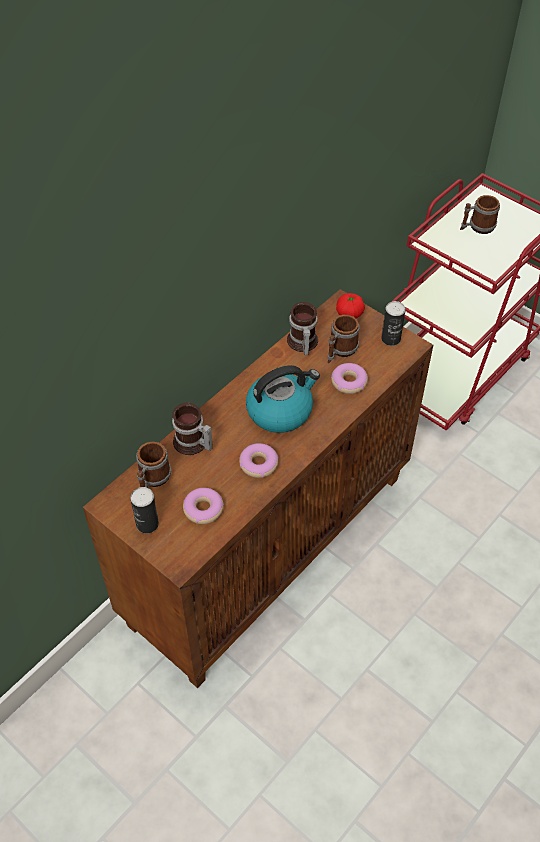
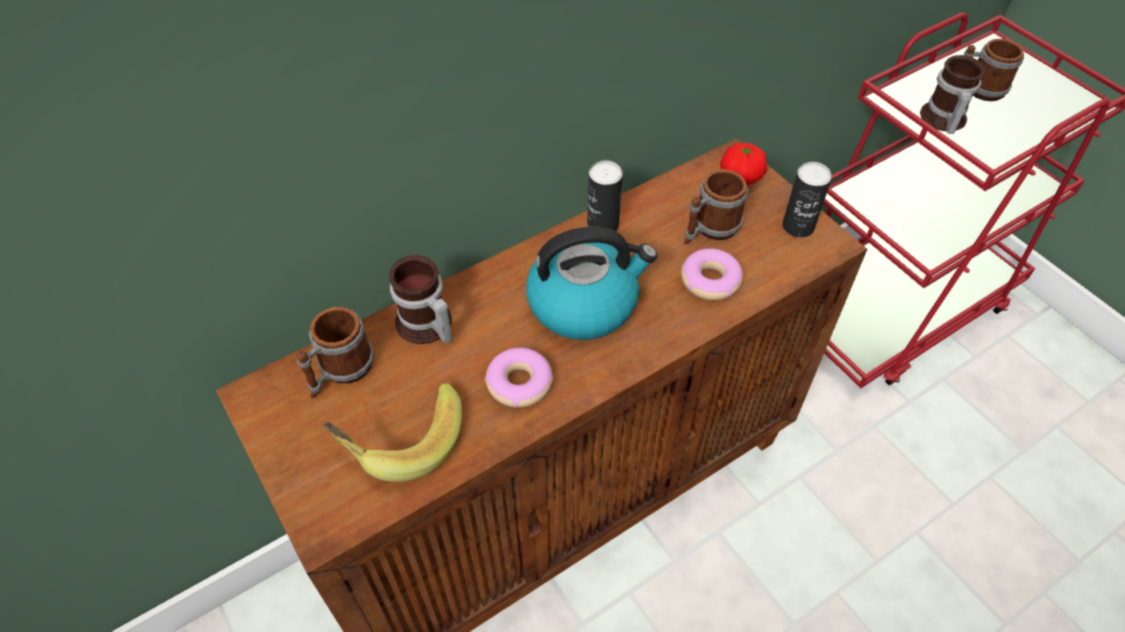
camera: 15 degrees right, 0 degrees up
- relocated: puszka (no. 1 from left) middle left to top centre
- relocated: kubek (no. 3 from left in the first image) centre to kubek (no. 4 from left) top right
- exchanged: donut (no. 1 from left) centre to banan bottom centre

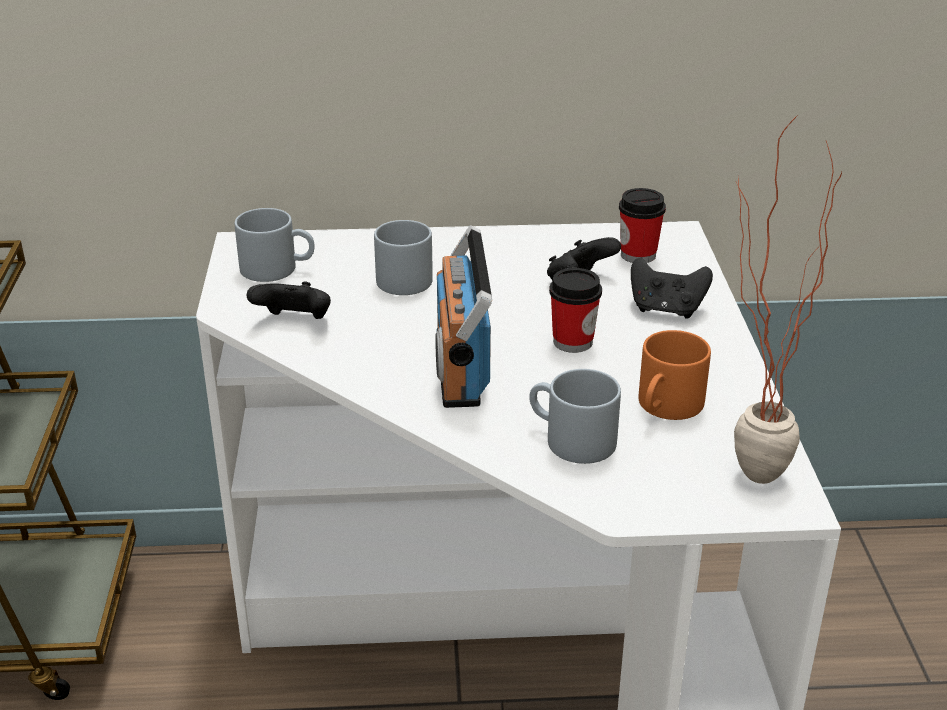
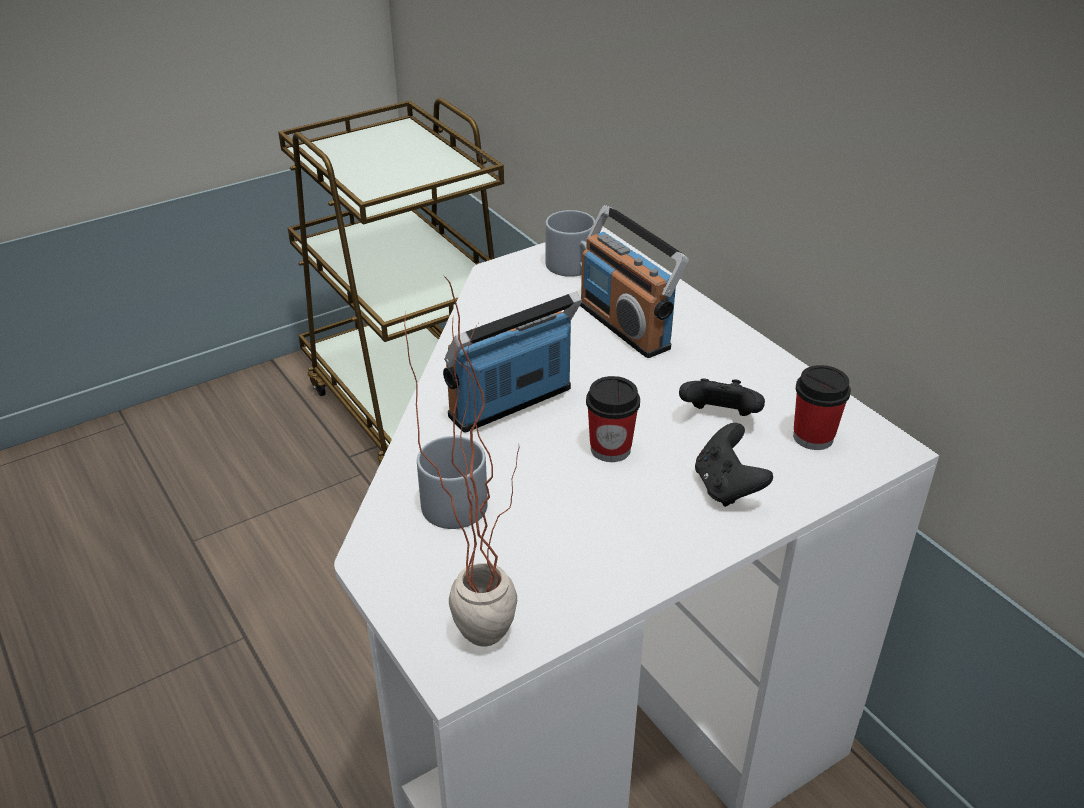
camera: 60 degrees right, 5 degrees up
- missing: pad do gier (czarny) (no. 1 from left) middle left
- missing: kubek (pomarańczowy) middle right
- exchanged: kubek (szary) (no. 2 from left) centre to radio (no. 2 from left) centre

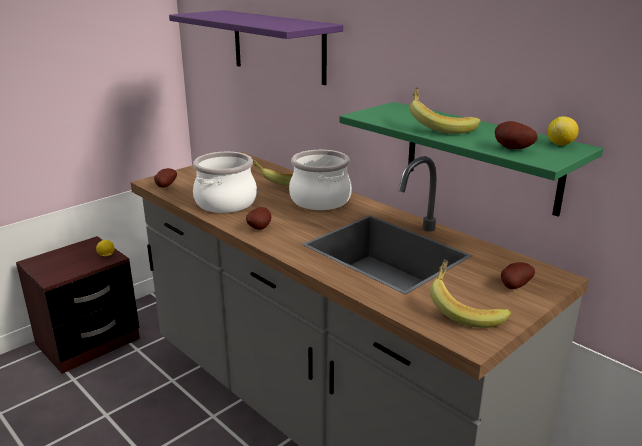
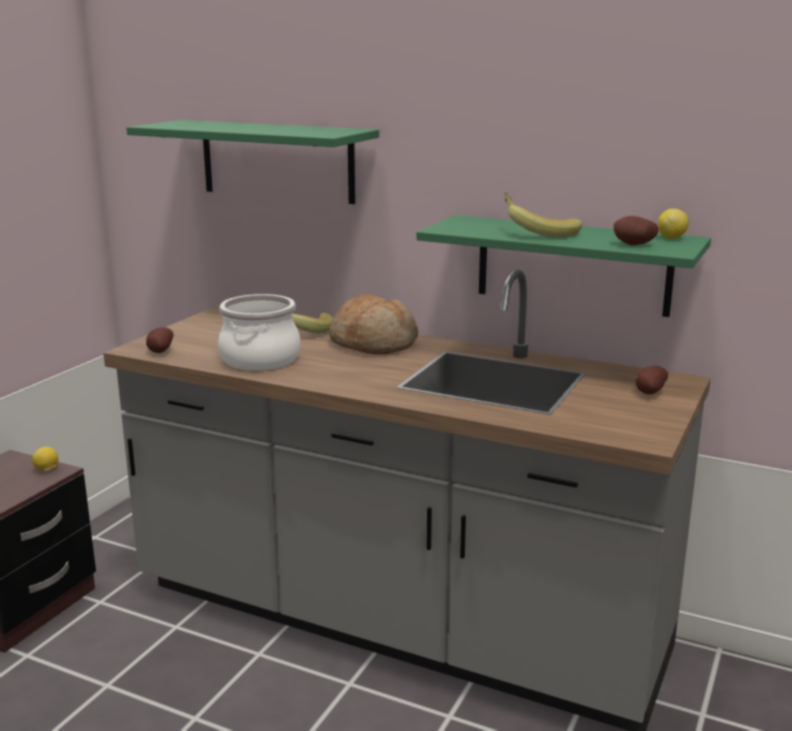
camera: 20 degrees left, 5 degrees down
- missing: ziemniak (no. 2 from left) centre
- missing: banan (no. 3 from left) middle right
- exchanged: garnek (no. 2 from left) centre to chleb centre
- colour: półka (fioletowy) top centre to półka (zielony) (no. 1 from left) top left

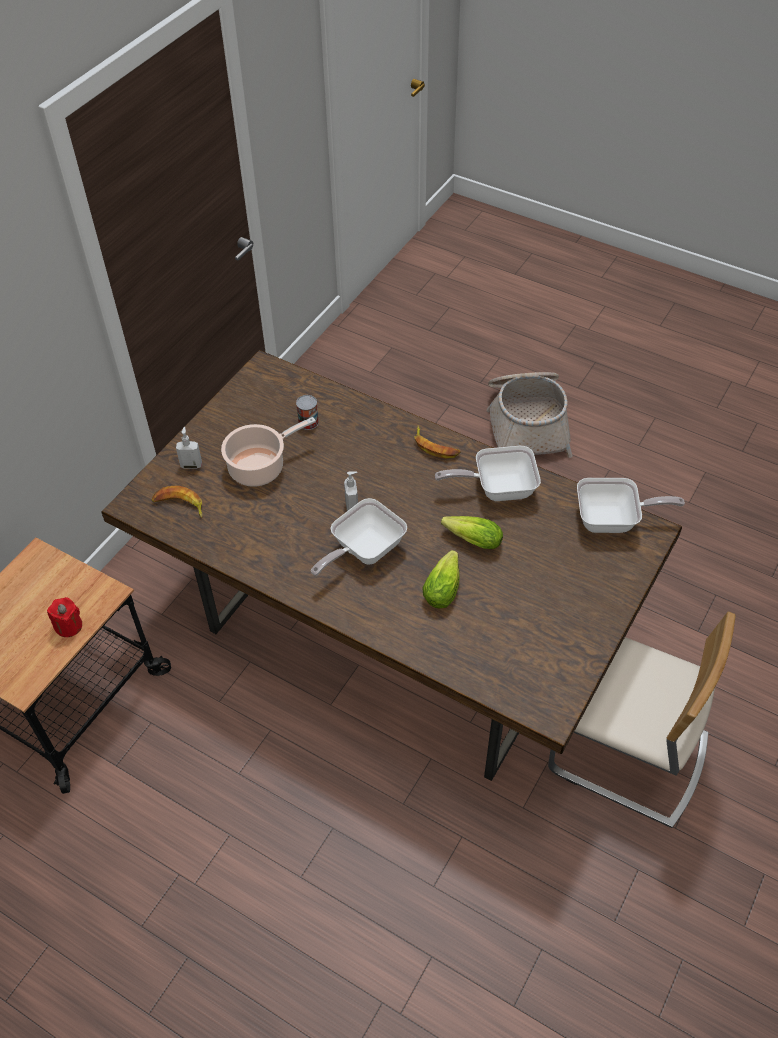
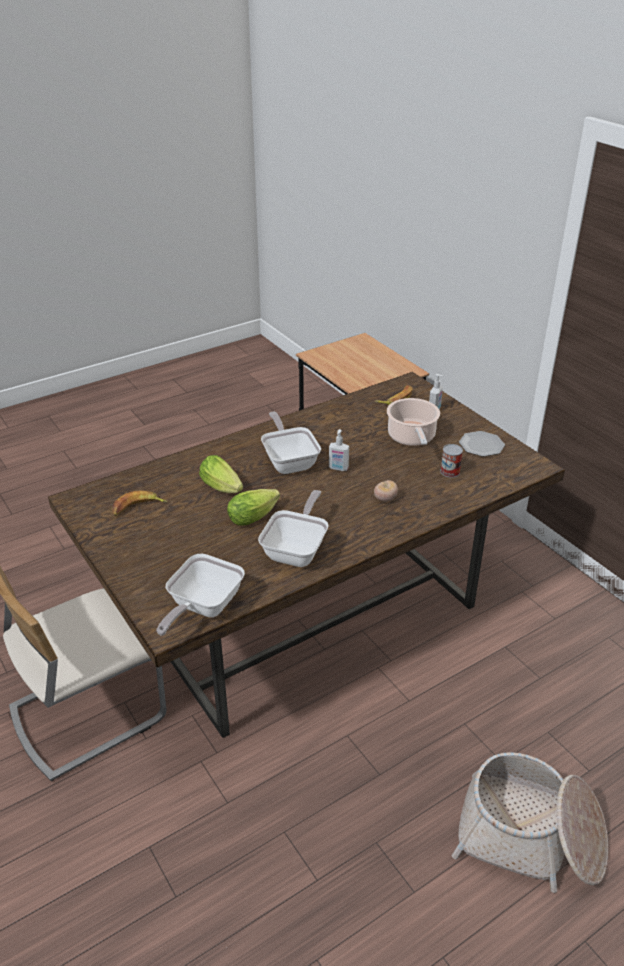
camera: 115 degrees right, 15 degrees down
- missing: świeca (czerwony) middle left
- appeared: pomidor centre
- appeared: talerz middle right
- relocated: banan (no. 2 from left in the first image) centre to banan (no. 1 from left) middle left

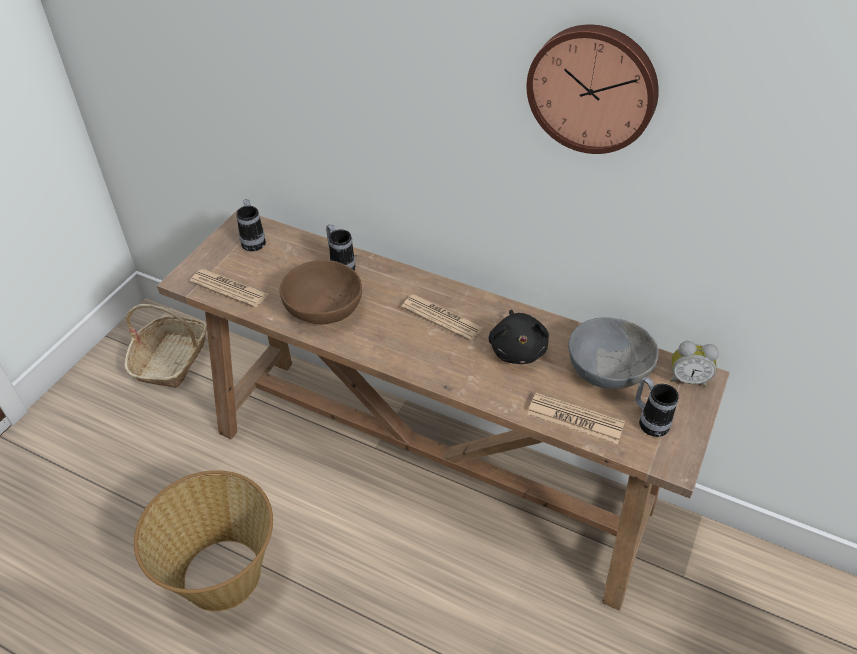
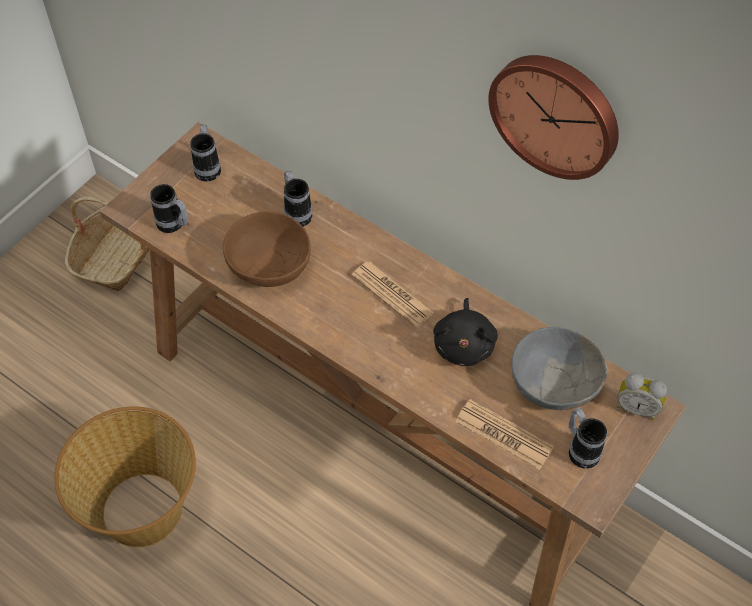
camera: 10 degrees right, 10 degrees up
- exchanged: gazeta (no. 1 from left) middle left to kubek (no. 1 from left) middle left

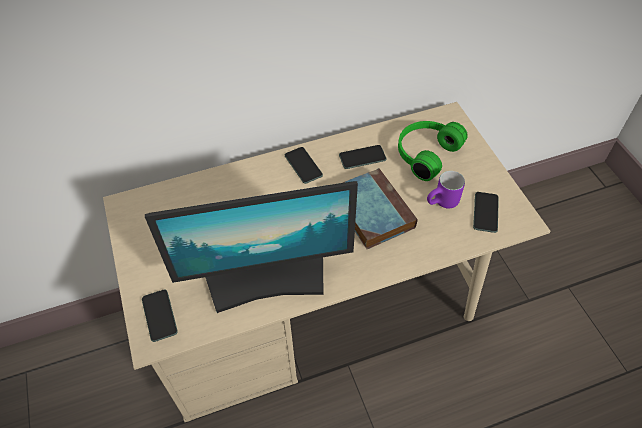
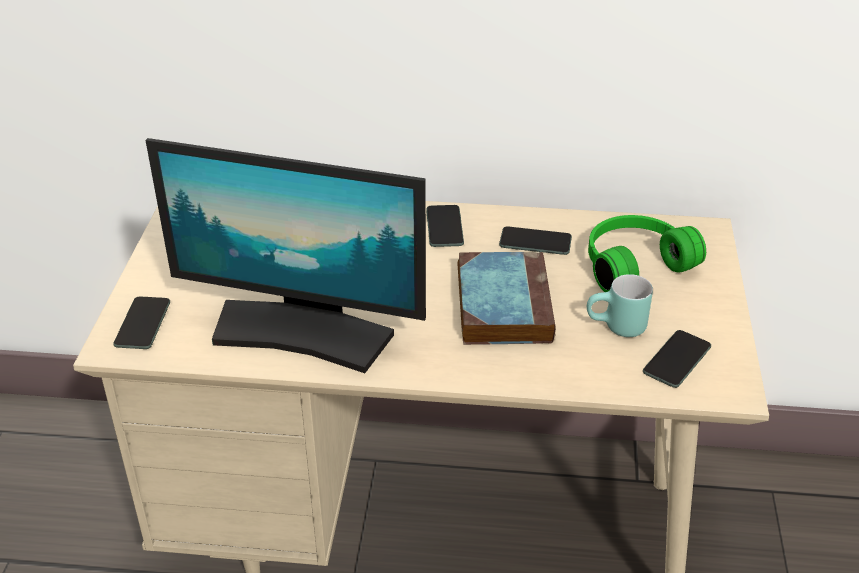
camera: 25 degrees right, 15 degrees down
- colour: kubek (fioletowy) middle right to kubek (turkusowy) middle right

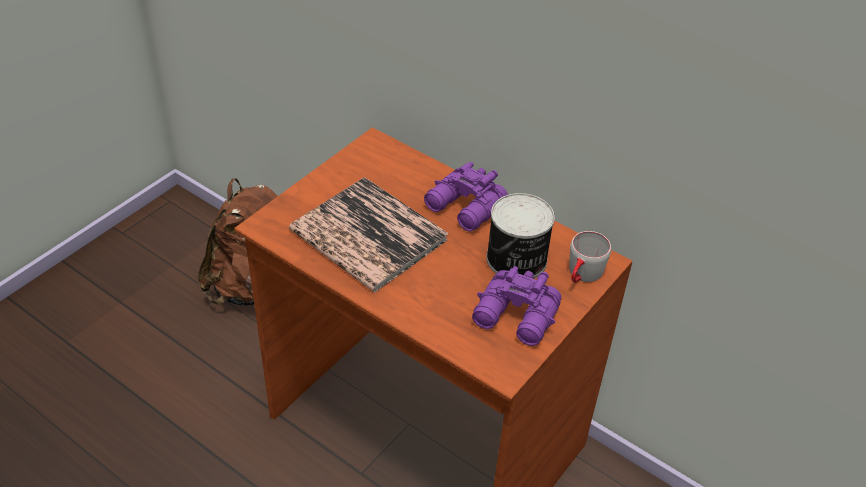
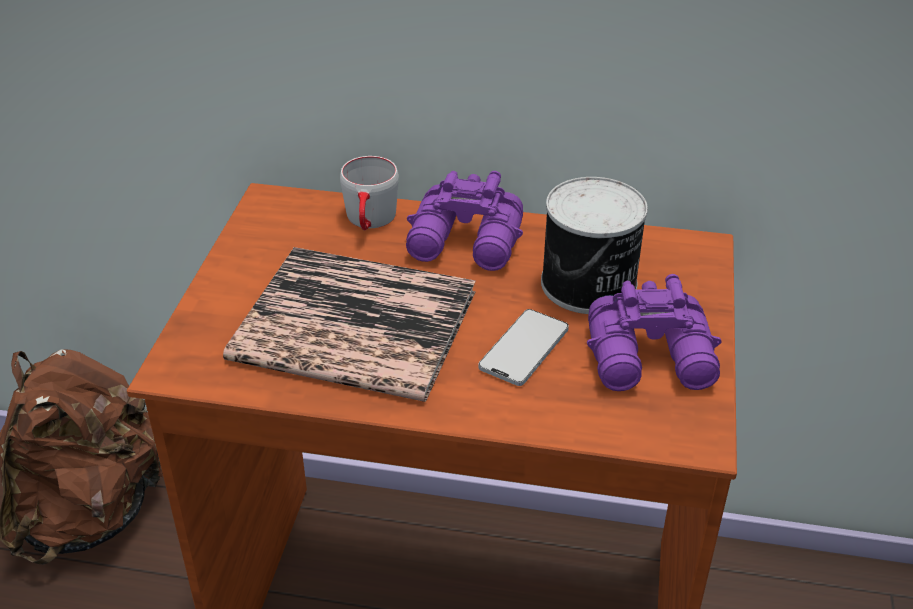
camera: 25 degrees left, 5 degrees down
- appeared: telefon centre
- relocated: kubek (szary) middle right to top centre

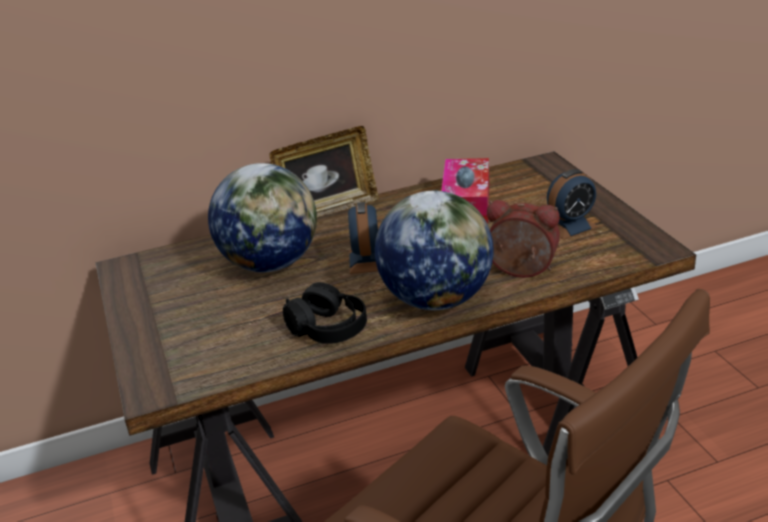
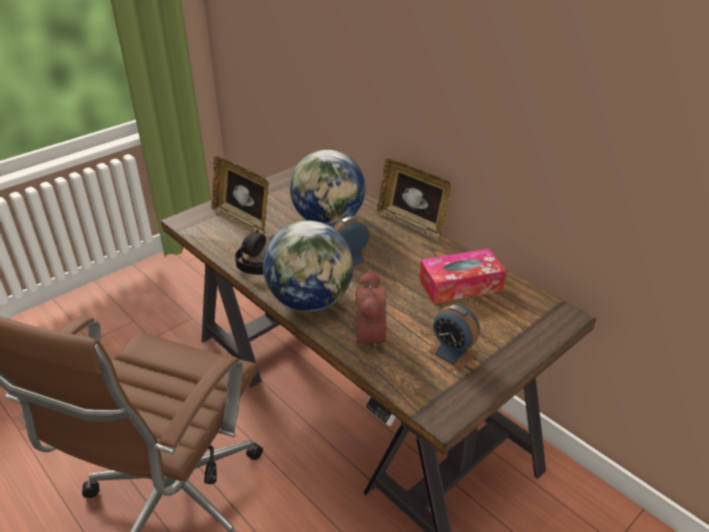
camera: 65 degrees right, 5 degrees up
- appeared: ramka na zdjęcie (no. 1 from left) centre

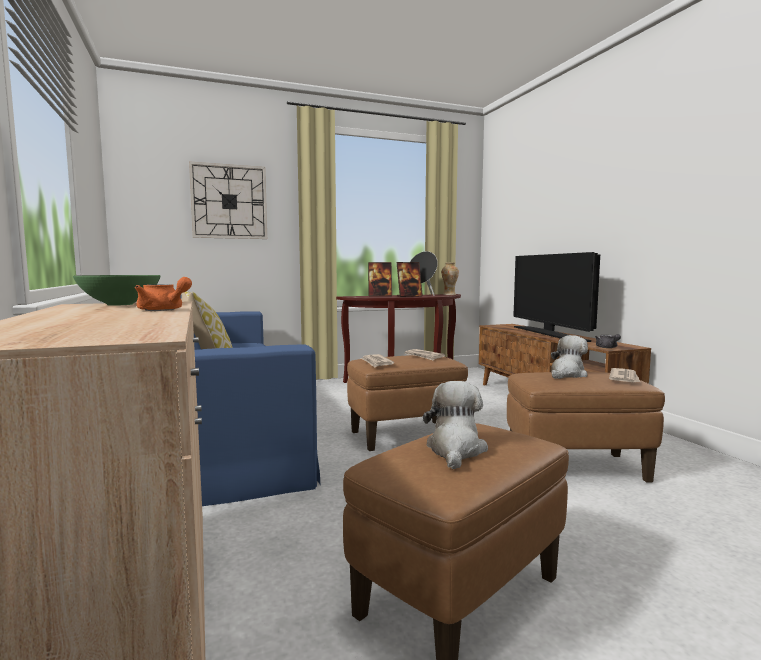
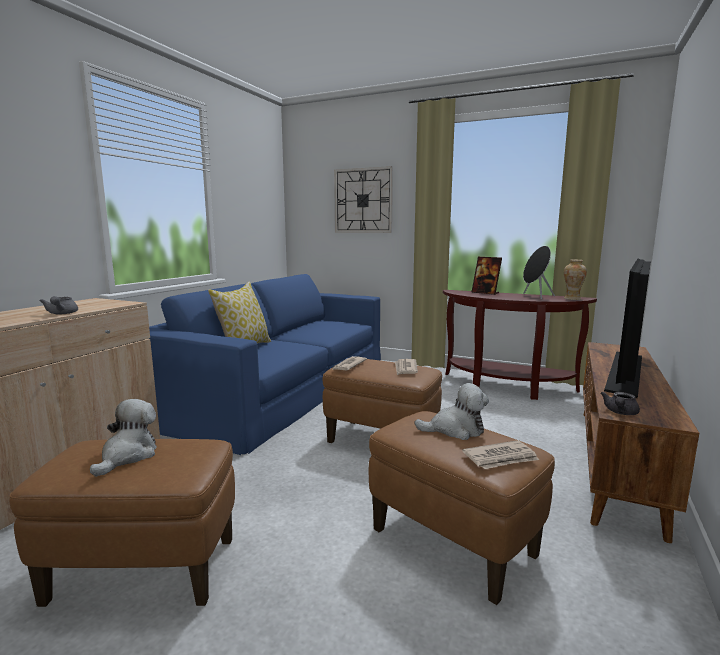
camera: 45 degrees right, 5 degrees up
- missing: miska (zielony) middle left
- missing: ramka na zdjęcie (no. 2 from left) centre
- colour: imbryk (pomarańczowy) middle left to imbryk (szary) (no. 1 from left) middle left
- spun: pluszak (no. 1 from left) centre = bottom left 45 degrees counterclockwise

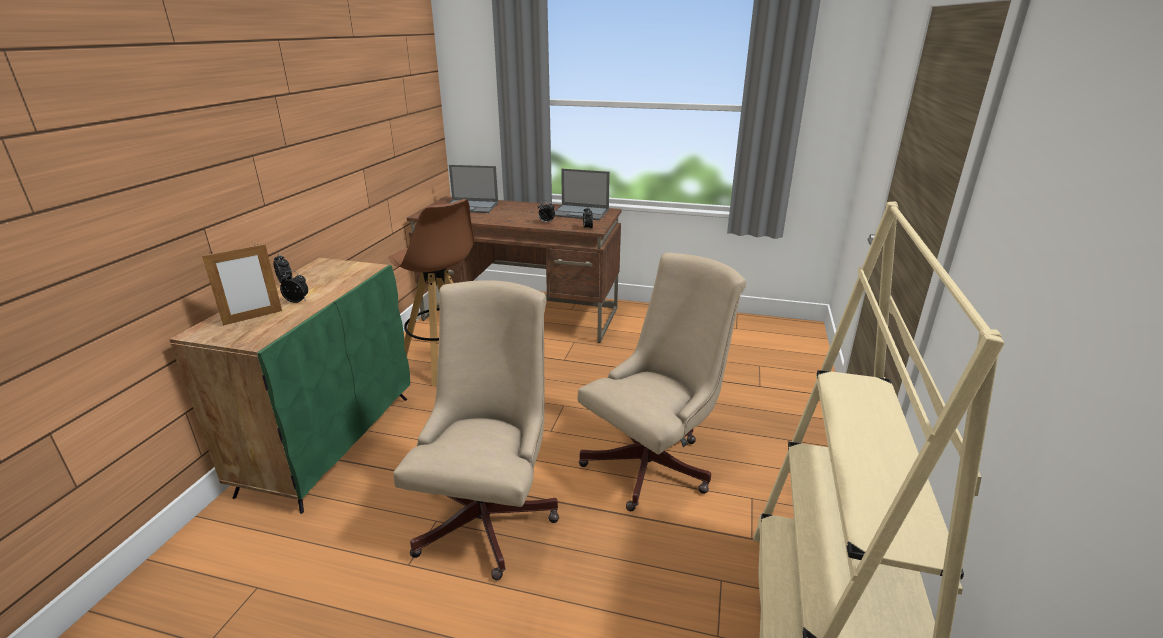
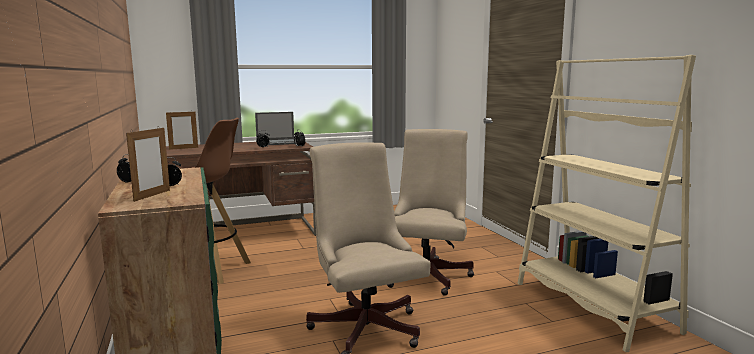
camera: 35 degrees left, 15 degrees down
- exchanged: laptop (no. 1 from left) top centre to ramka na zdjęcie (no. 2 from left) middle left

